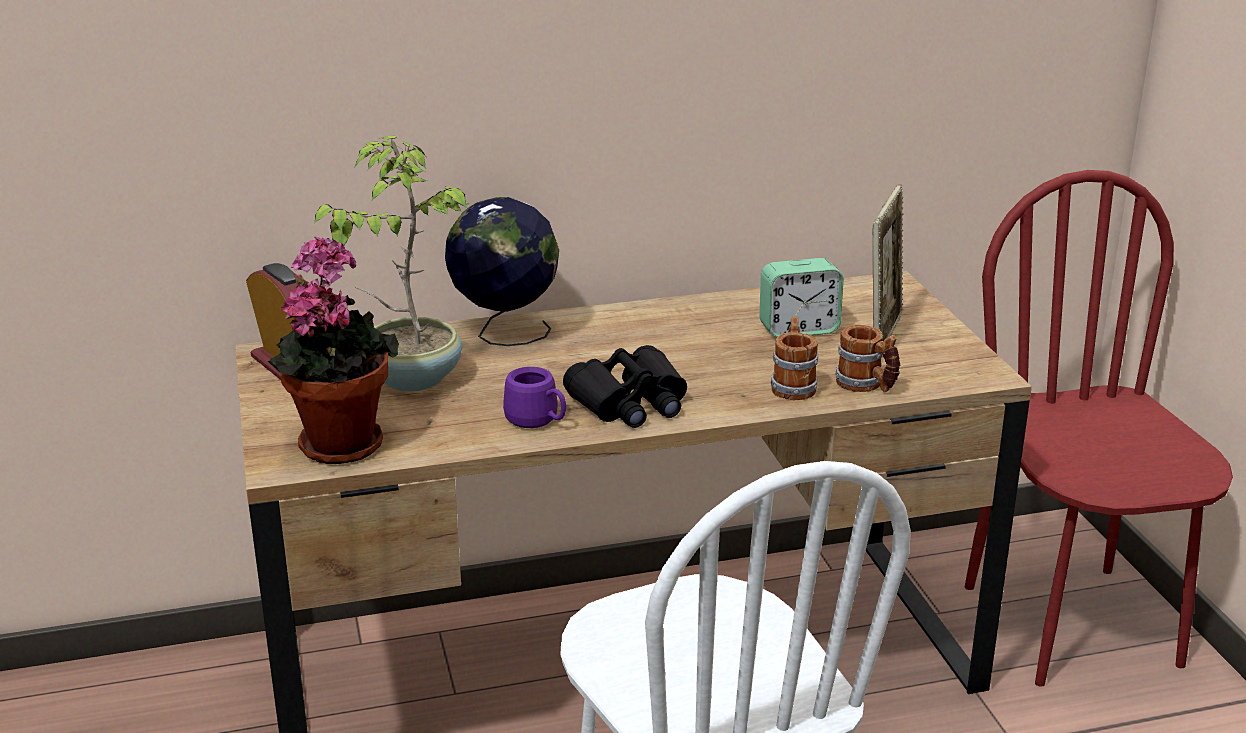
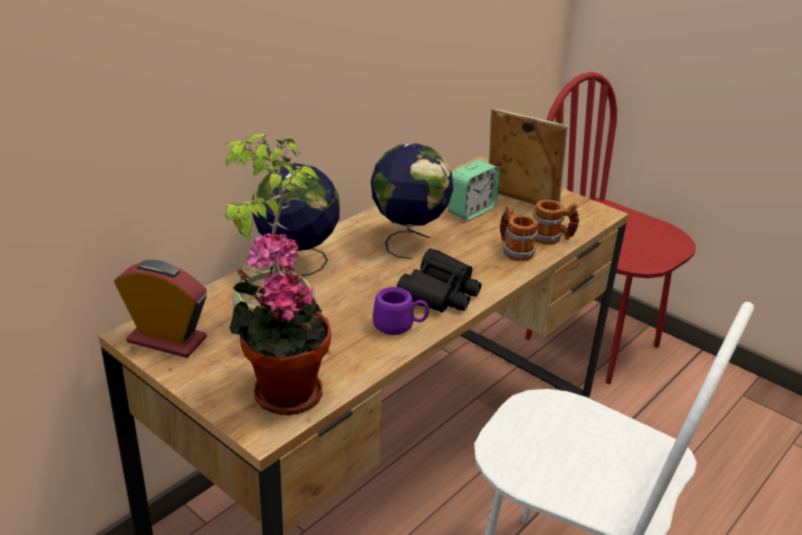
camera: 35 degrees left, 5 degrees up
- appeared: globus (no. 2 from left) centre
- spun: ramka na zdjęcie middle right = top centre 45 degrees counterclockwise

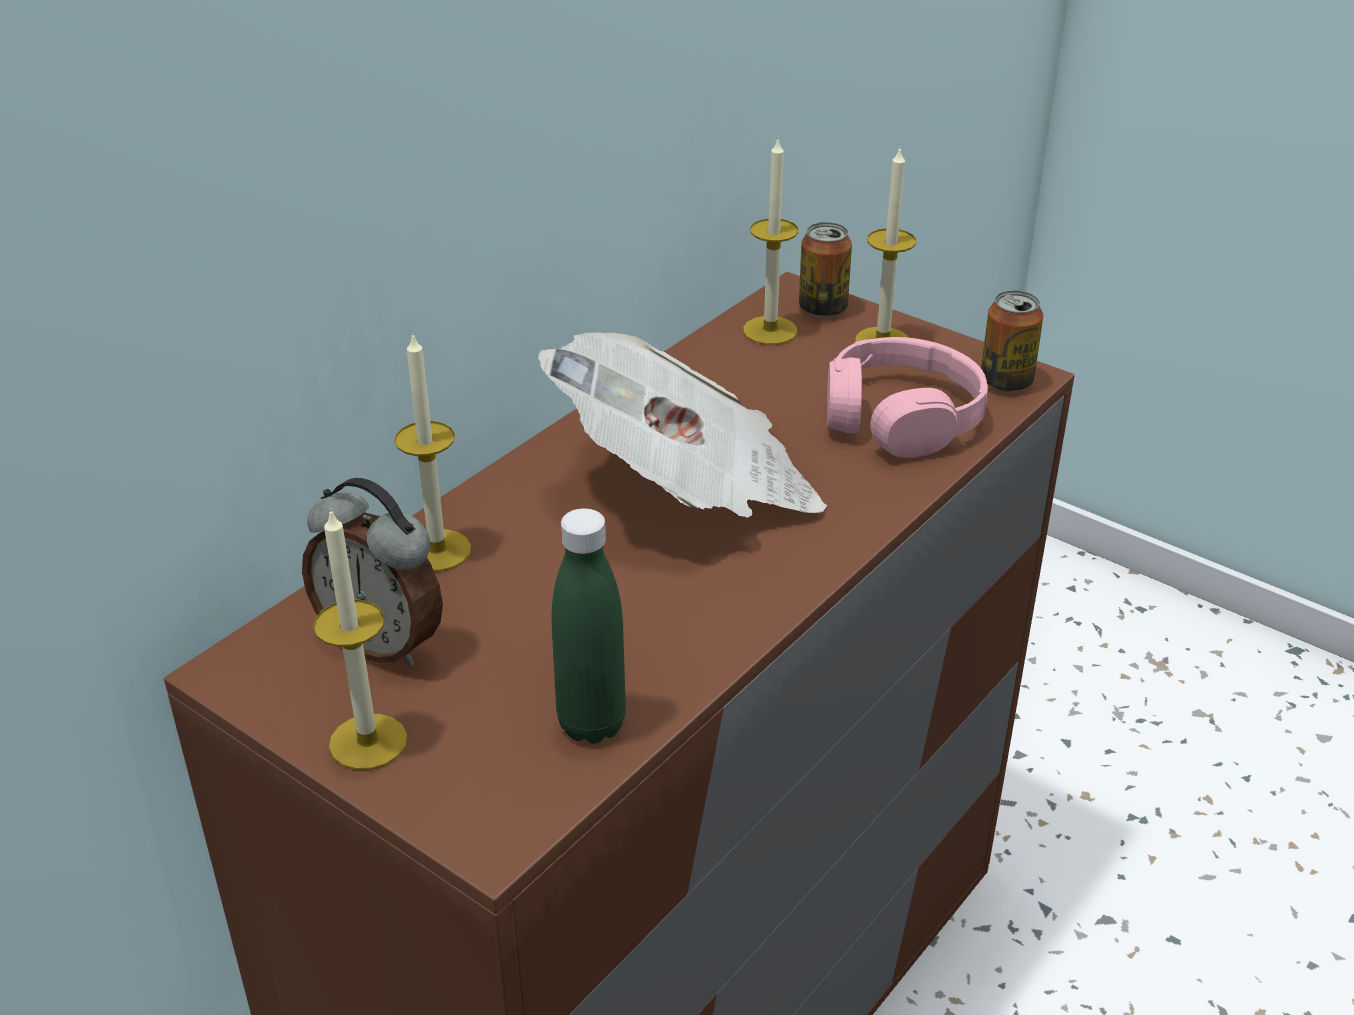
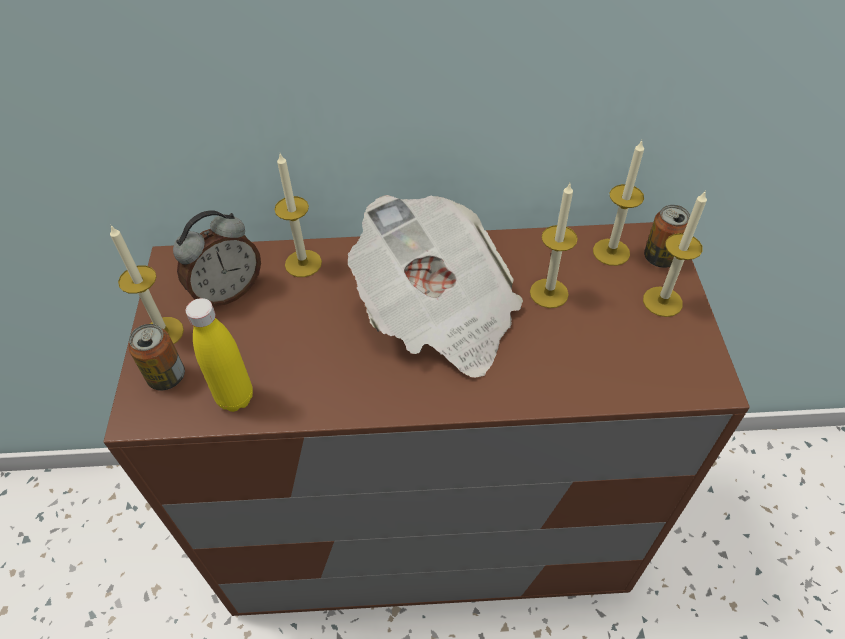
camera: 50 degrees right, 15 degrees up
- missing: słuchawki (różowy) middle right
- appeared: świeca (no. 3 from left) centre
- relocated: puszka (no. 2 from left in the first image) middle right to puszka (no. 1 from left) middle left
- colour: butelka (zielony) centre to butelka (żółty) middle left
- spun: budzik middle left = middle left 120 degrees counterclockwise

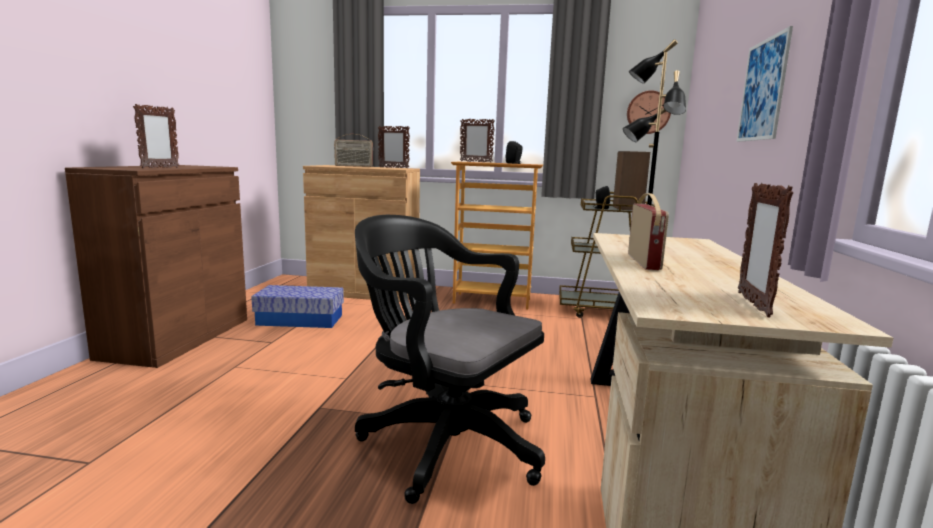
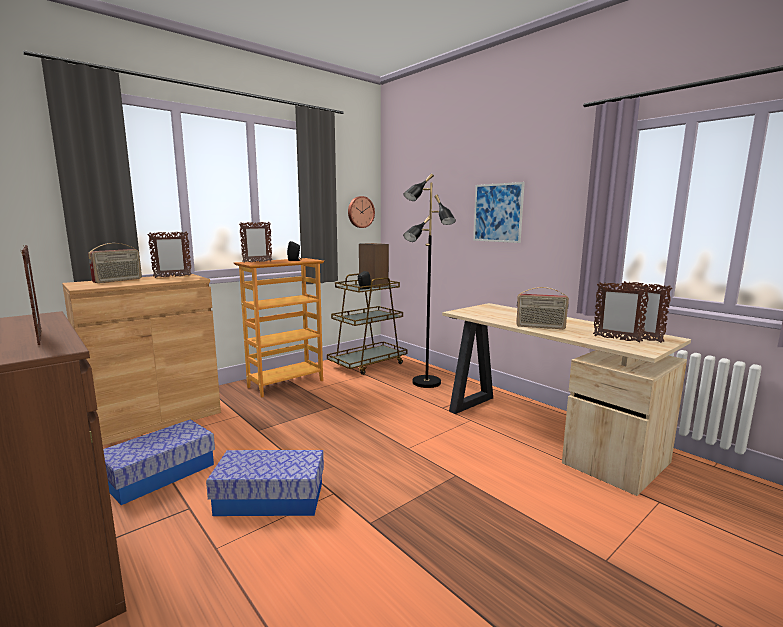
camera: 50 degrees left, 0 degrees up
- missing: krzesło biurowe (czarny) bottom centre
- appeared: pojemnik do przechowywania (no. 2 from left) bottom centre
- appeared: ramka na zdjęcie (no. 4 from left) middle right
- spun: radio (no. 2 from left) middle right = middle right 150 degrees clockwise

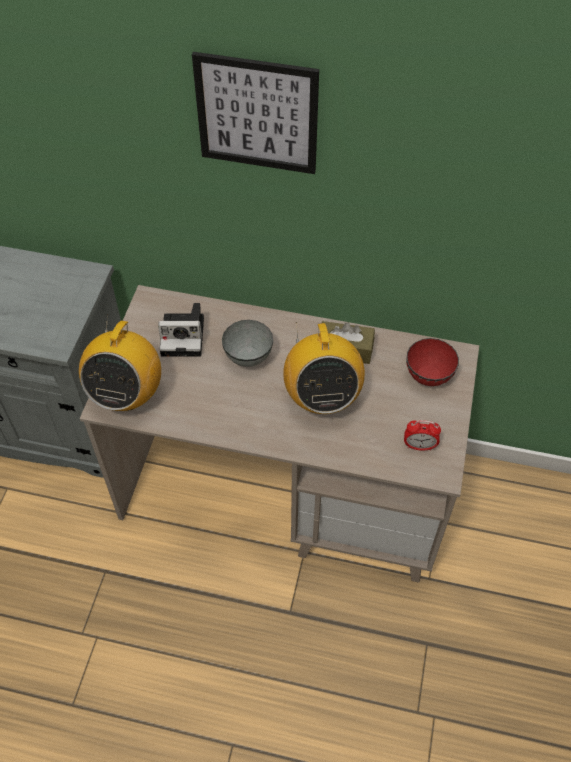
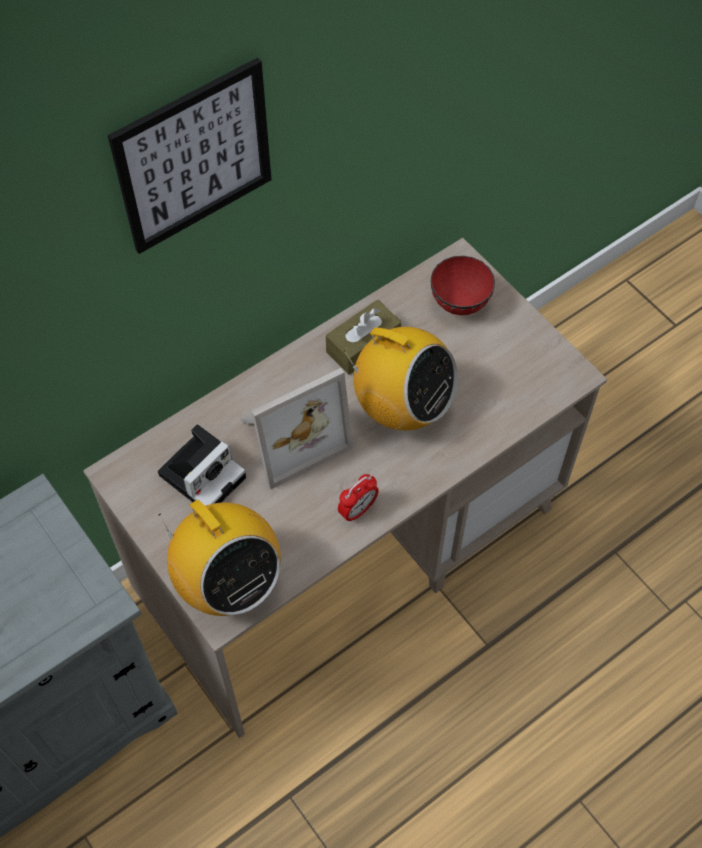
camera: 50 degrees left, 5 degrees up
- relocated: budzik middle right to centre
- exchanged: miska (szary) centre to ramka na zdjęcie centre

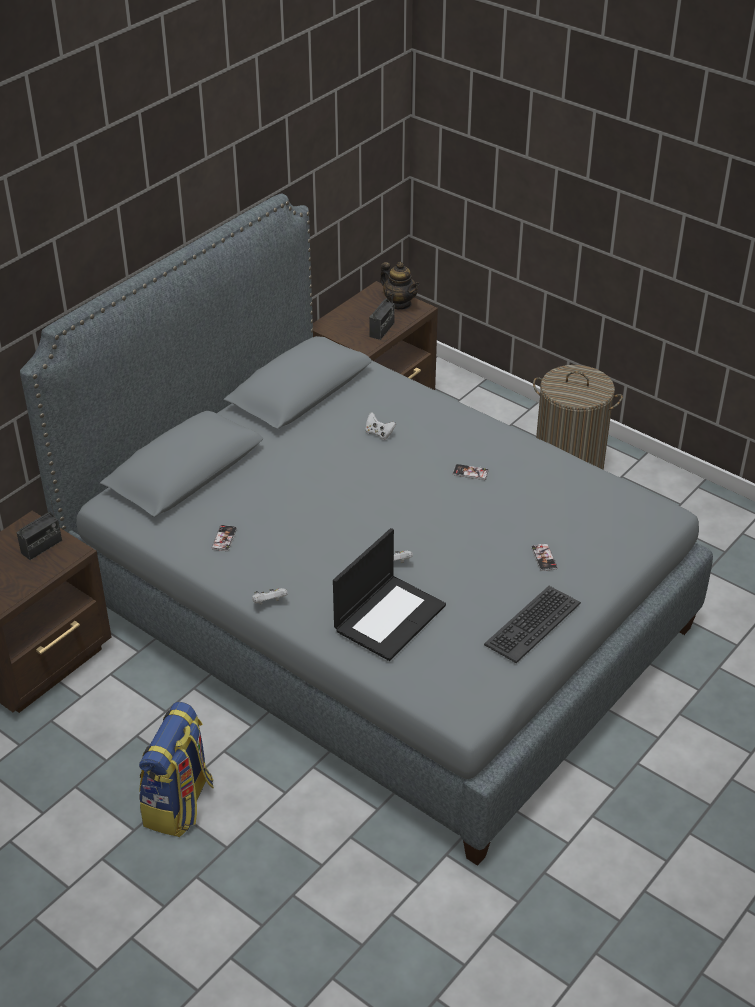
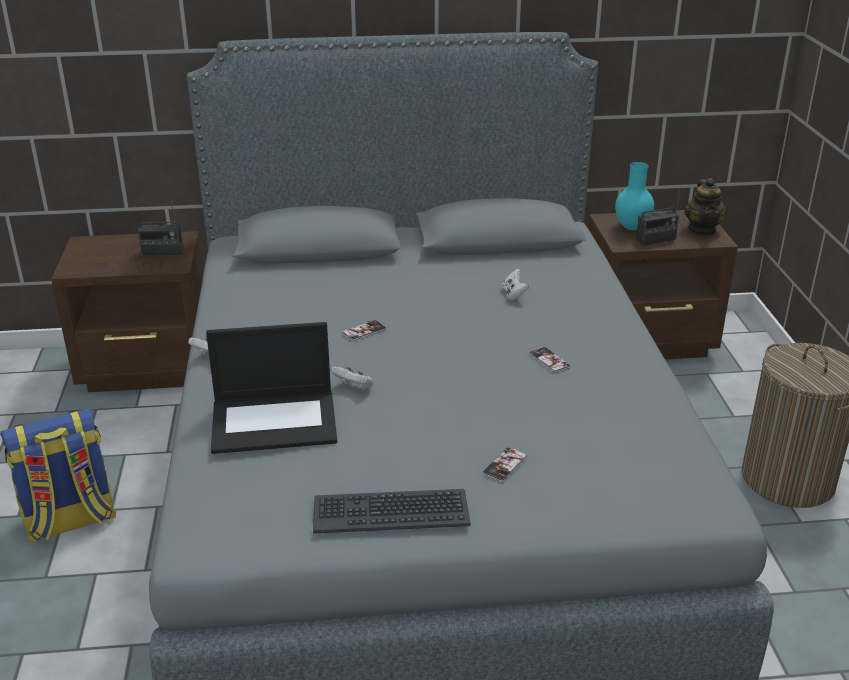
camera: 45 degrees right, 10 degrees down
- appeared: wazon (turkusowy) top right
- relocated: telefon (no. 1 from left) middle left to centre

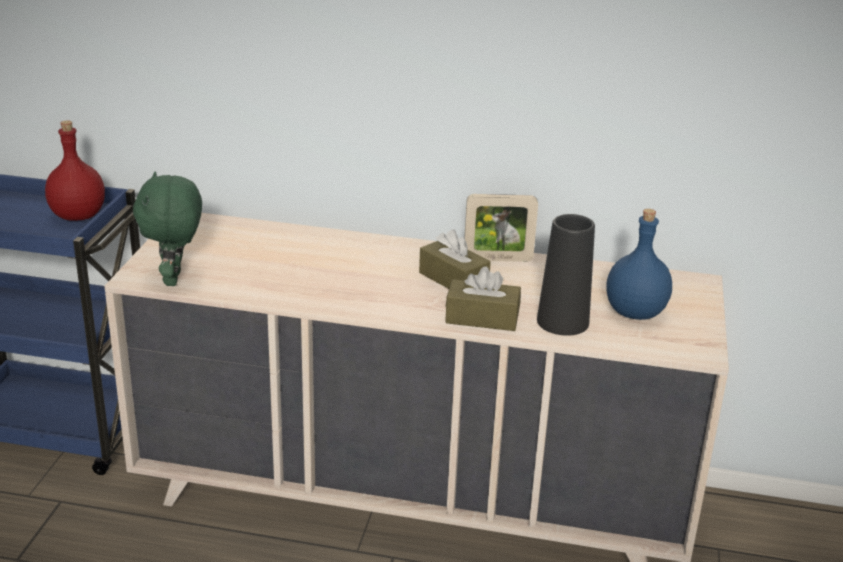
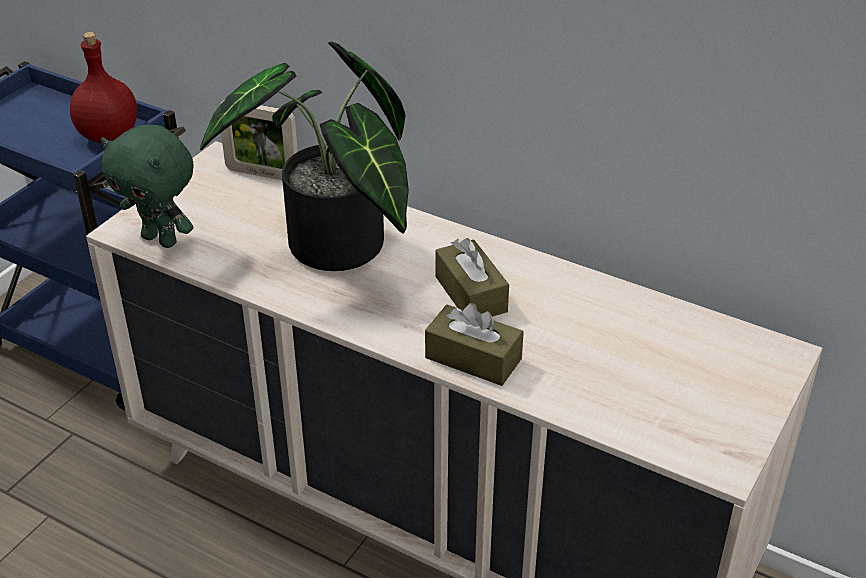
camera: 20 degrees right, 10 degrees up
- missing: wazon (czarny) middle right
- missing: butelka (niebieski) middle right
- appeared: roślina doniczkowa top centre
- relocated: ramka na zdjęcie centre to top left
- spun: pluszak (zielony) middle left = top left 75 degrees counterclockwise

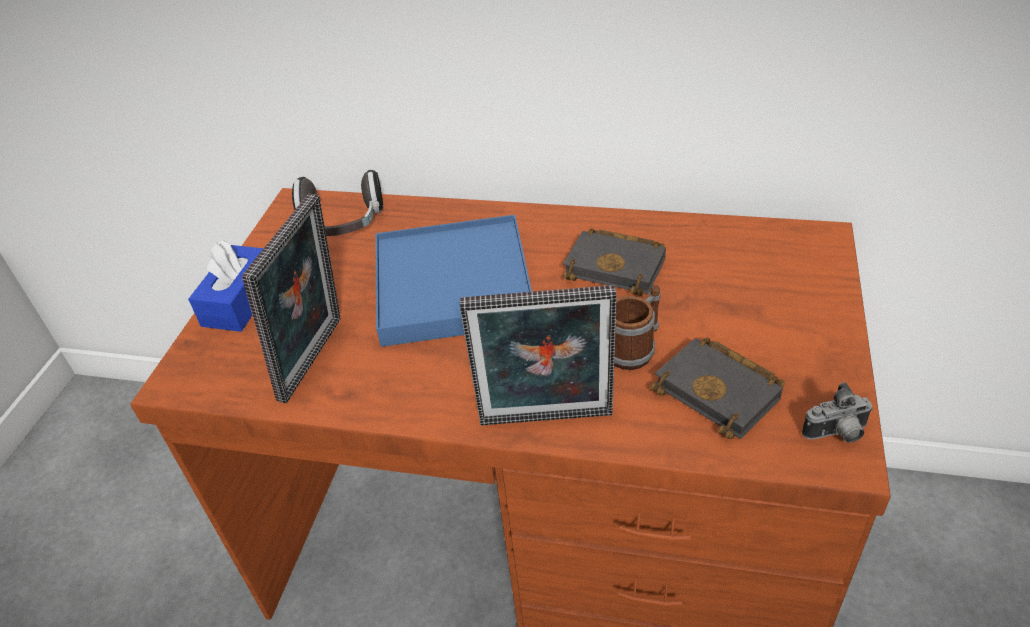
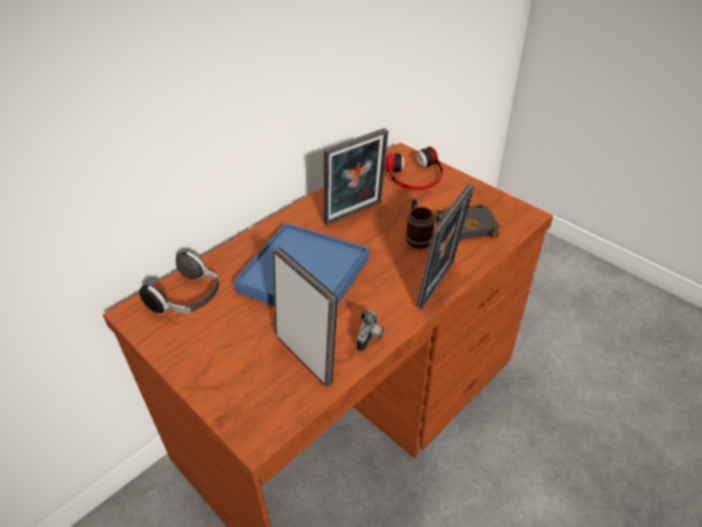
camera: 60 degrees left, 0 degrees up
- missing: pudełko chusteczek (niebieski) middle left
- appeared: słuchawki (no. 2 from left) top centre
- relocated: aparat fotograficzny middle right to centre
- exchanged: książka (czarny) (no. 1 from left) centre to ramka na zdjęcie (no. 2 from left) centre

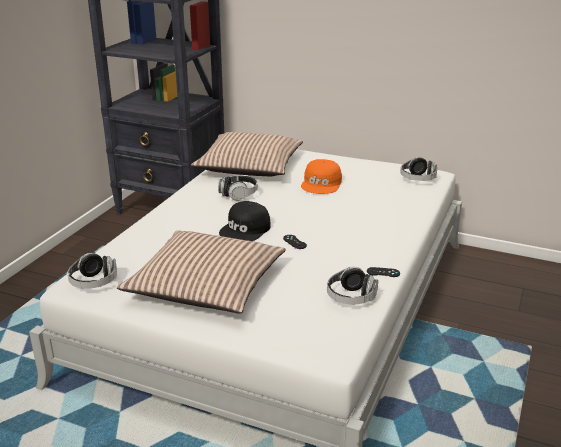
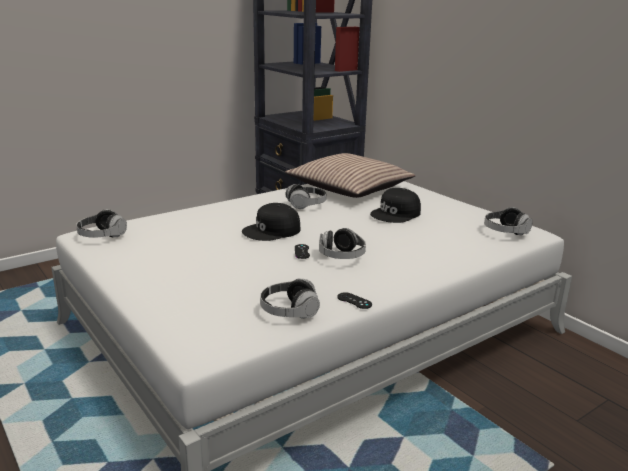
camera: 30 degrees right, 5 degrees down
- missing: poduszka (no. 1 from left) centre
- appeared: słuchawki (no. 4 from left) centre
- colour: czapka z daszkiem (pomarańczowy) centre to czapka z daszkiem (czarny) (no. 2 from left) centre

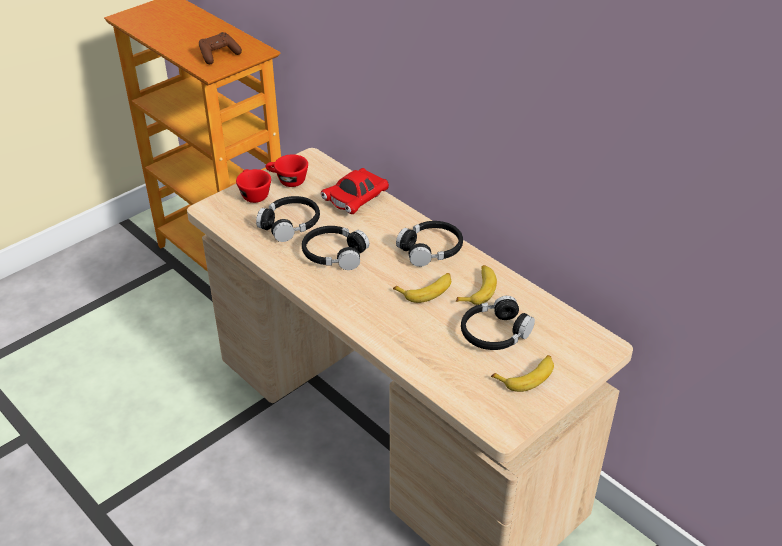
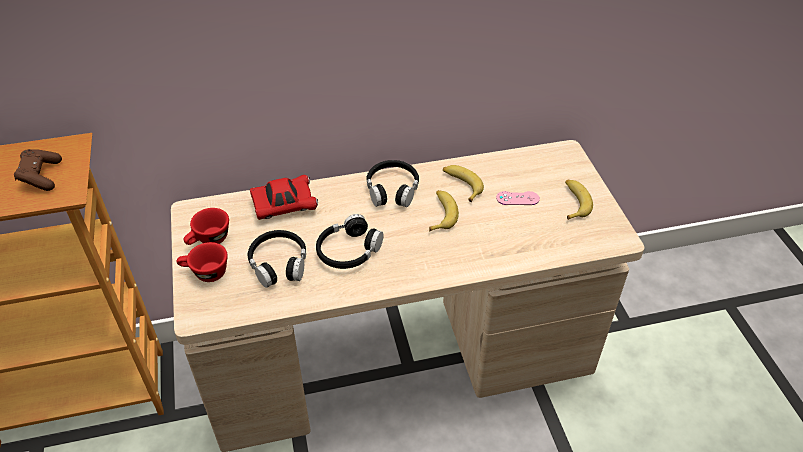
camera: 60 degrees left, 5 degrees up
- exchanged: słuchawki (czarny) (no. 4 from left) centre to pad do gier (różowy) centre
- spun: samochodzik (czerwony) centre = centre 90 degrees counterclockwise

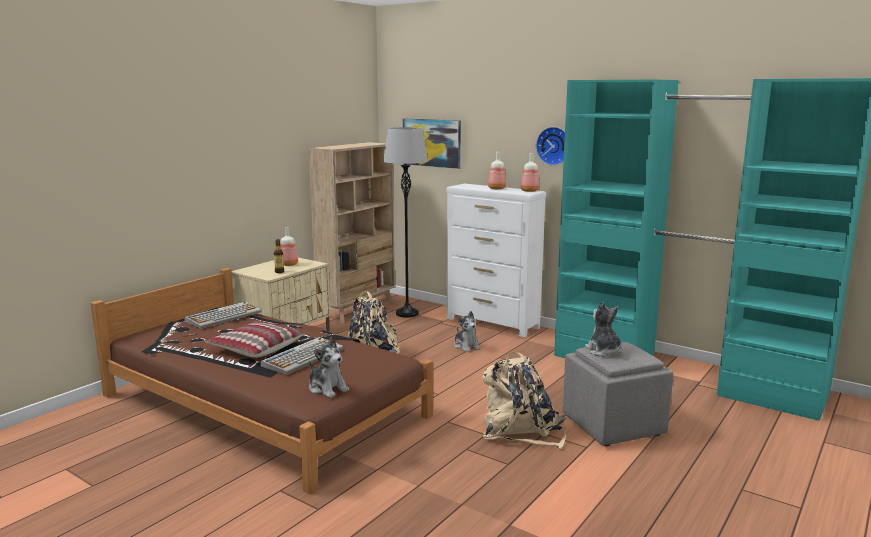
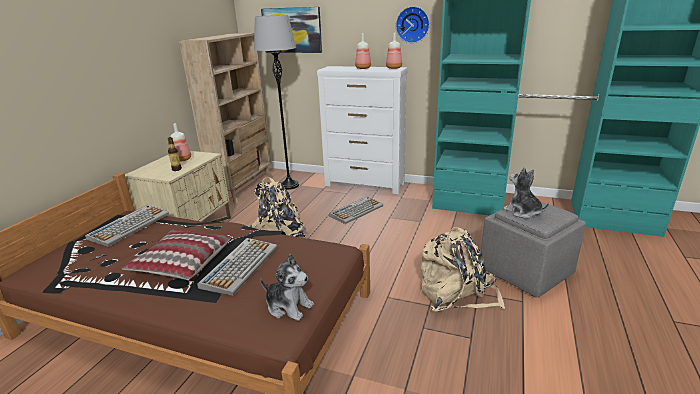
camera: 15 degrees left, 10 degrees up
- exchanged: pluszak (no. 2 from left) centre to klawiatura (no. 3 from left) centre

